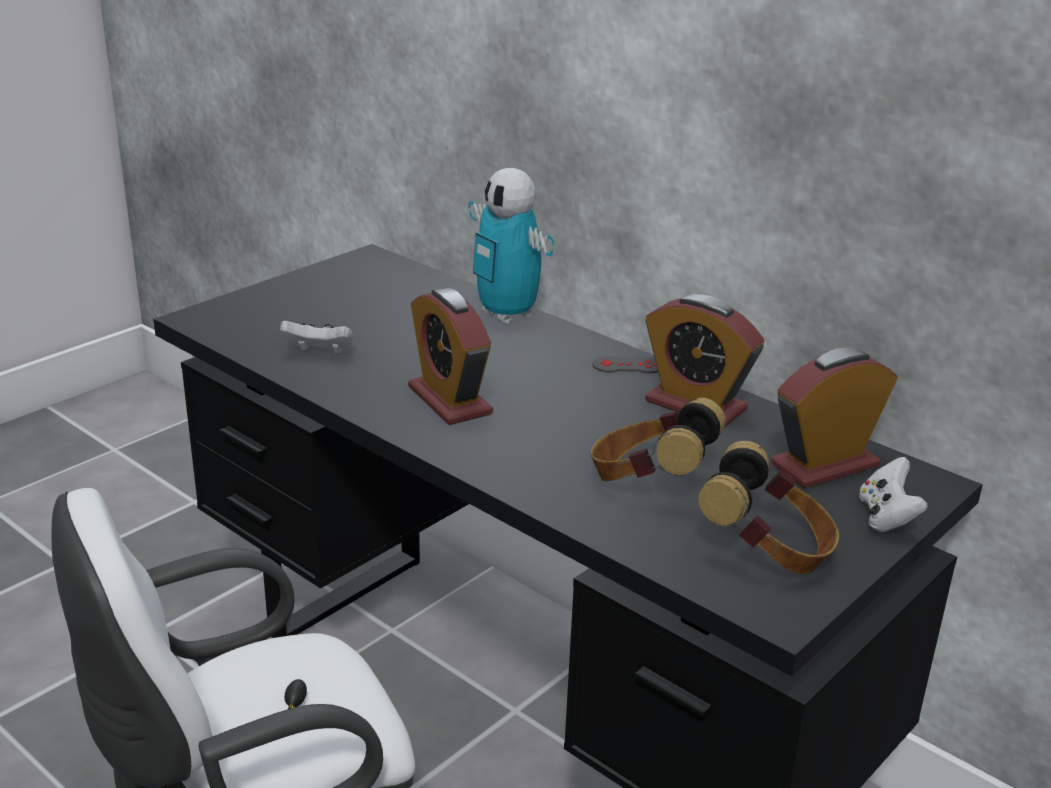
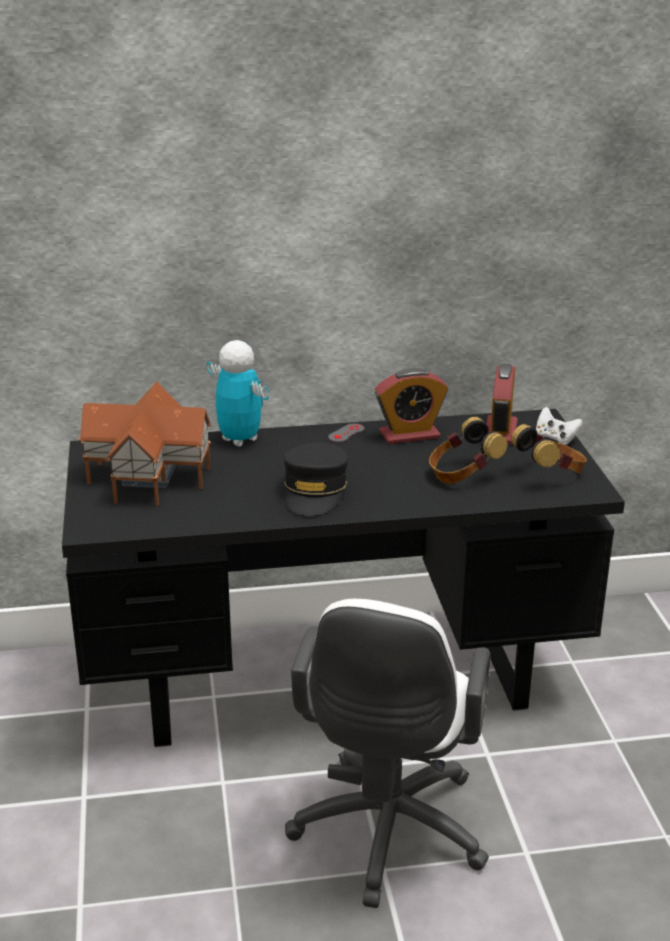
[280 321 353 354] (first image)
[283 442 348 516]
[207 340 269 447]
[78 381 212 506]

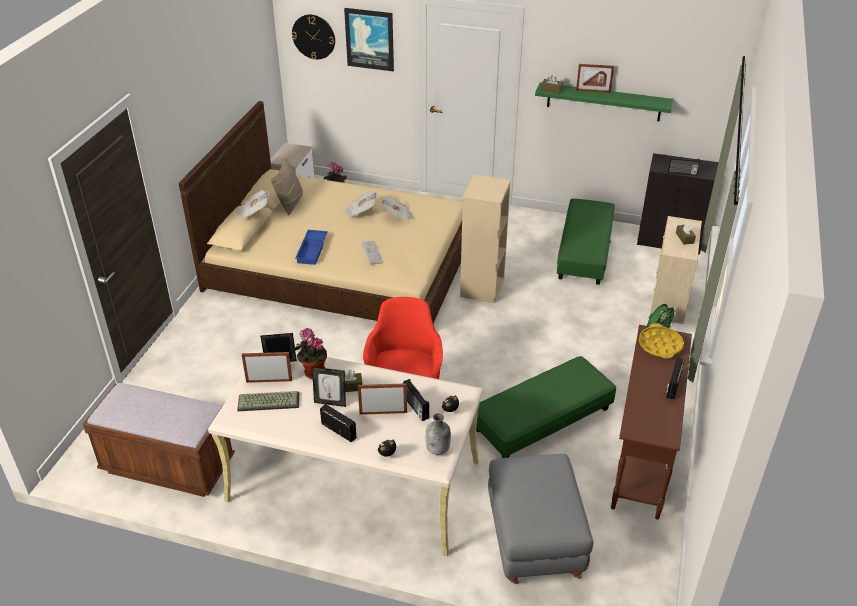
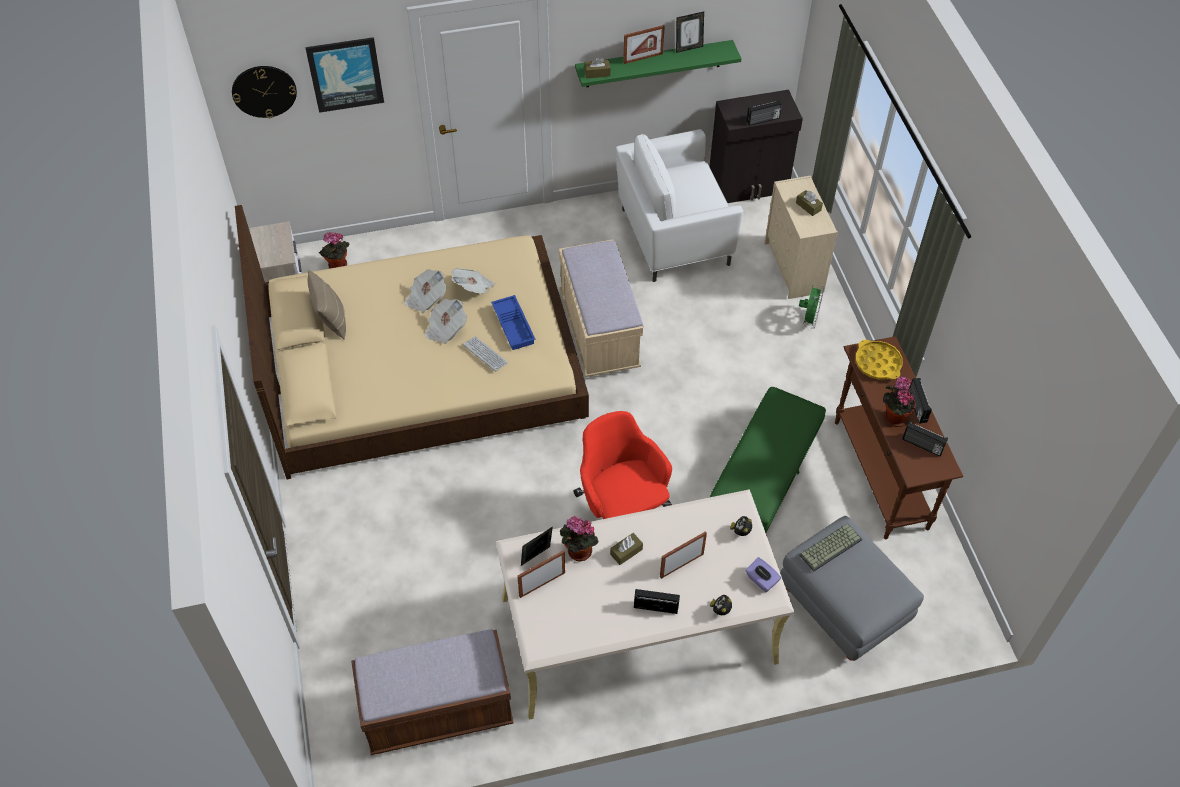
[424 299 467 344]
[799 524 863 571]
[491 295 536 350]
[676 12 704 53]
[902 421 948 456]
[746 557 781 592]
[559 240 643 377]
[616 129 743 282]
[883 376 916 427]

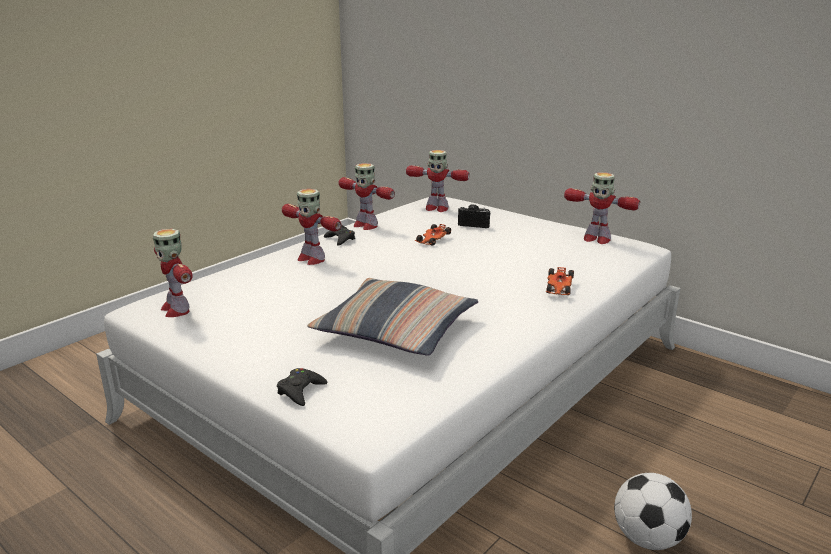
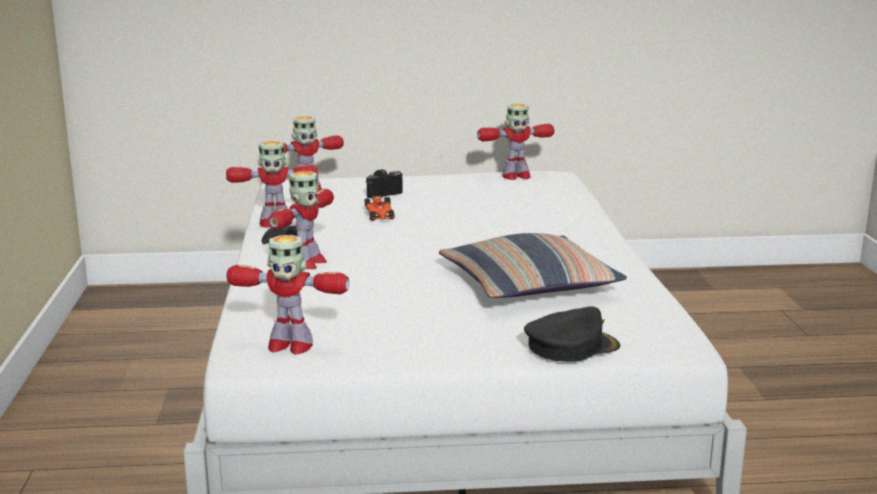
[524 306 620 362]
[269 171 334 269]
[545 267 574 295] (first image)
[614 473 692 550] (first image)

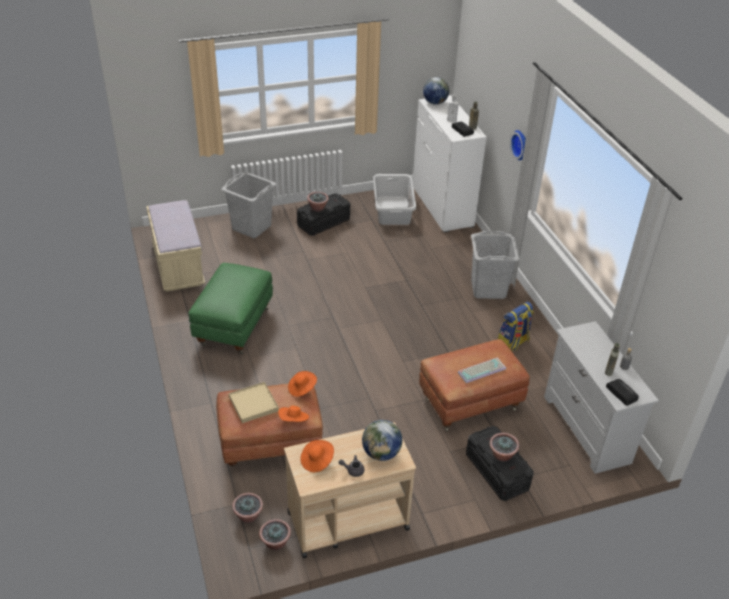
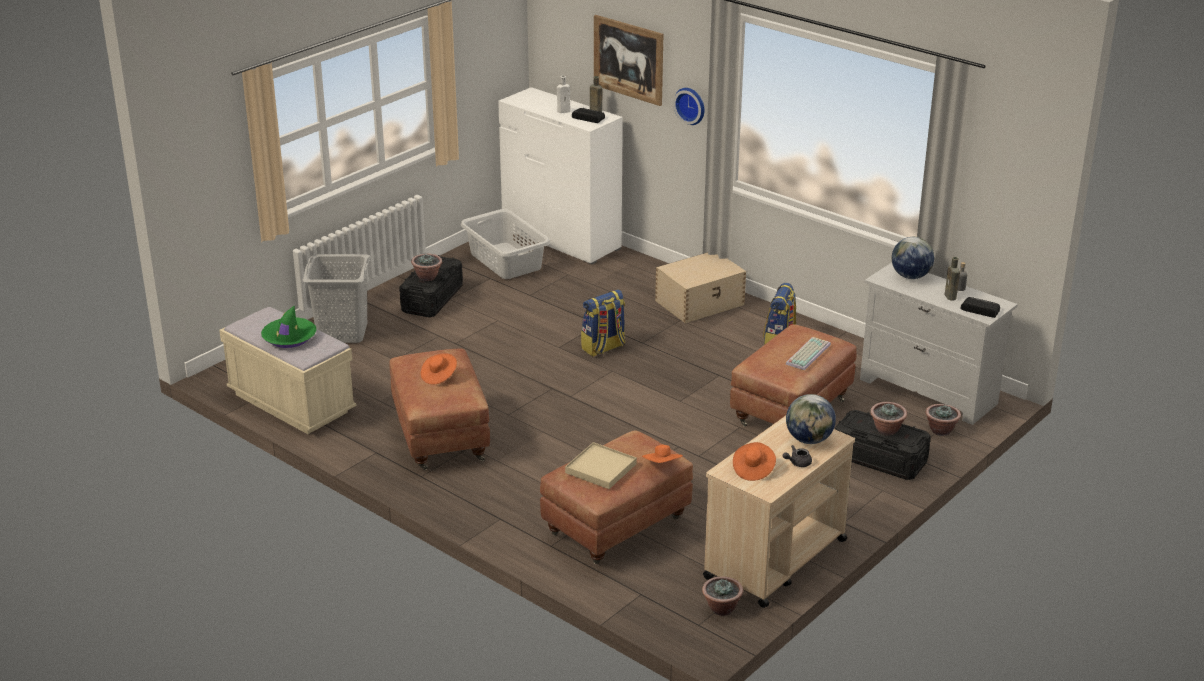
[389 348 490 470]
[926 404 961 436]
[421 353 457 384]
[892 237 934 279]
[655 252 746 323]
[261 305 317 348]
[581 289 626 357]
[594 15 663 106]

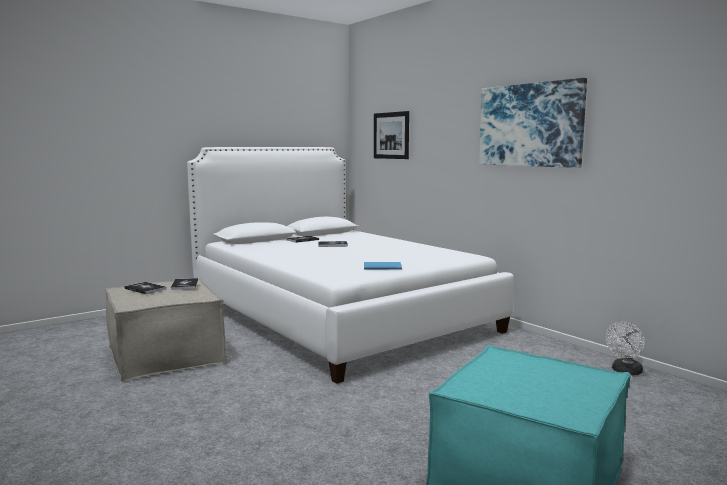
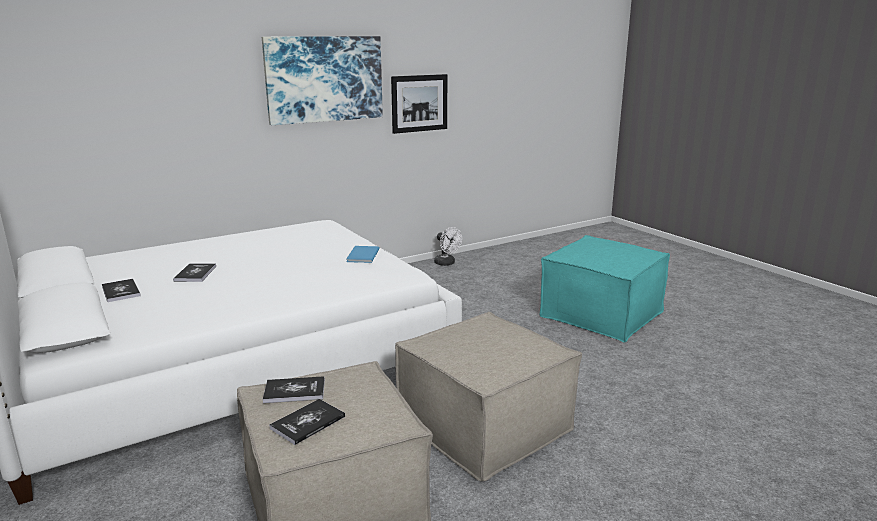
[391 74 447 134]
[395 312 582 481]

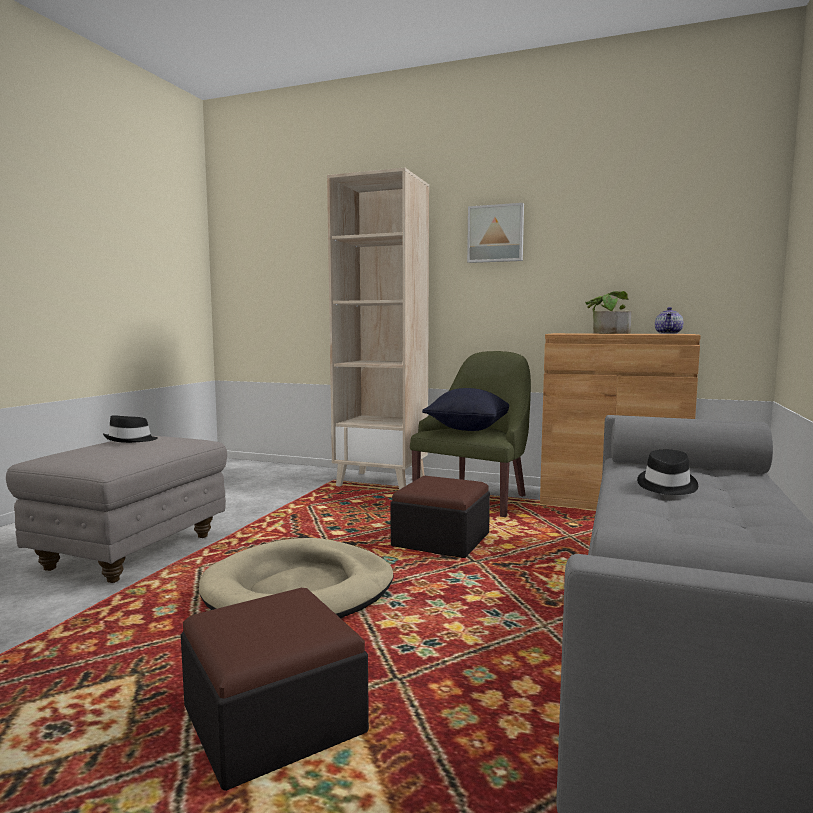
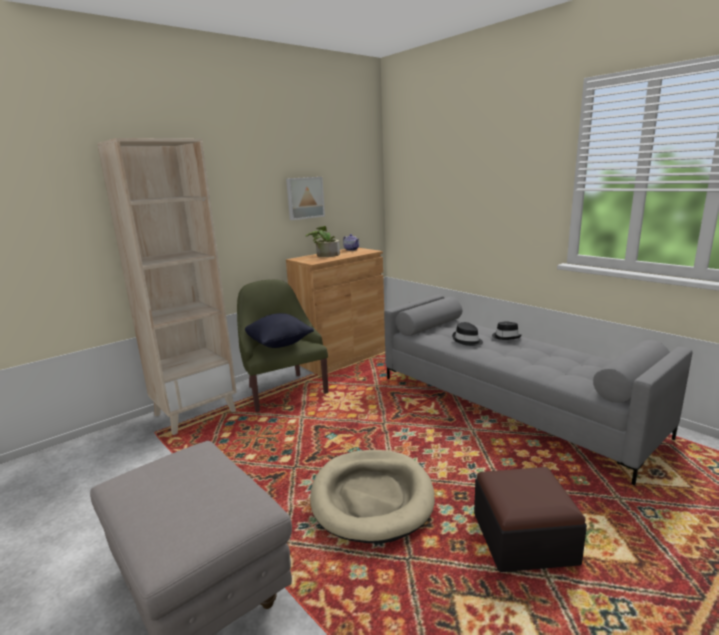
[492 321 522 340]
[391 476 490 558] (first image)
[286 177 325 220]

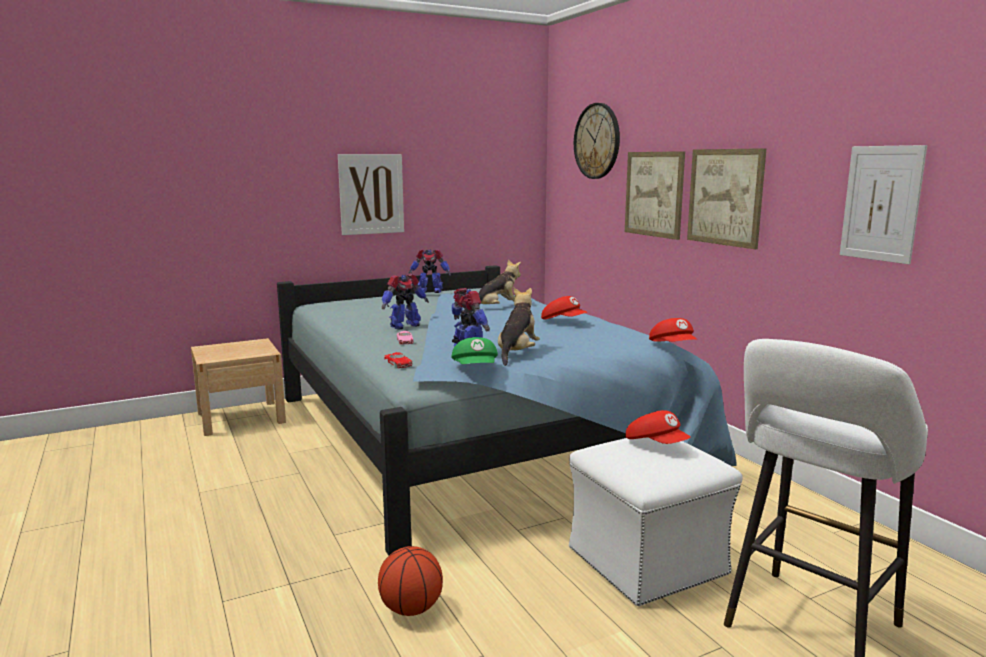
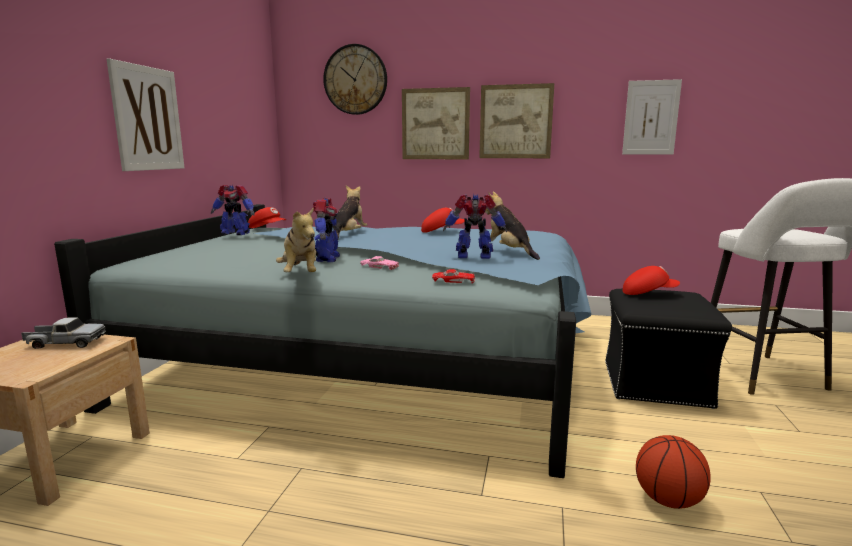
[211 185 254 235]
[451 337 498 364] (first image)
[605 289 732 409]
[248 207 287 228]
[21 317 106 349]
[276 207 316 272]

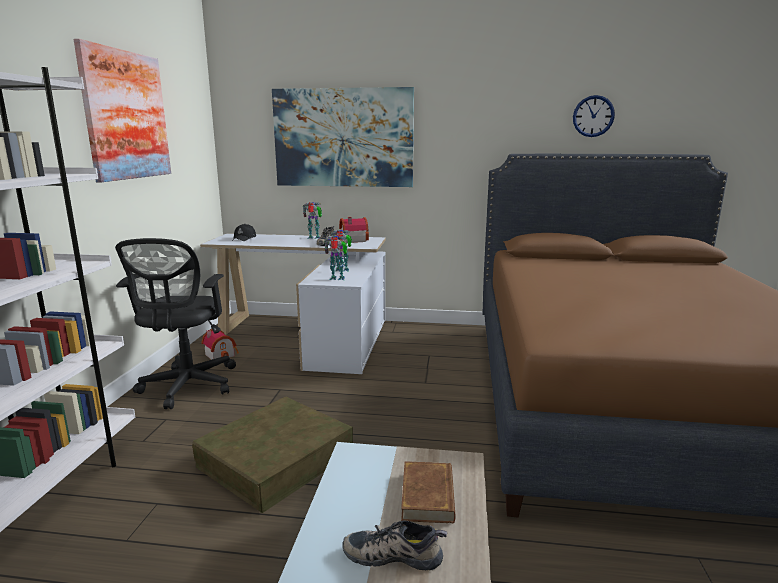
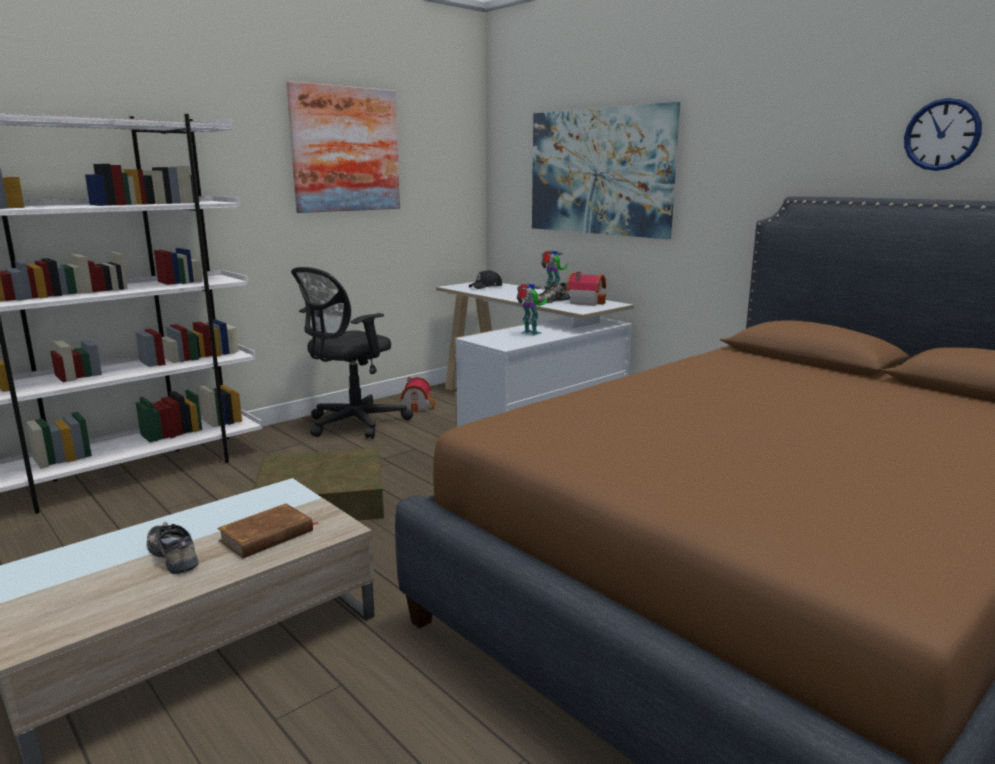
[324 236 348 280] (first image)

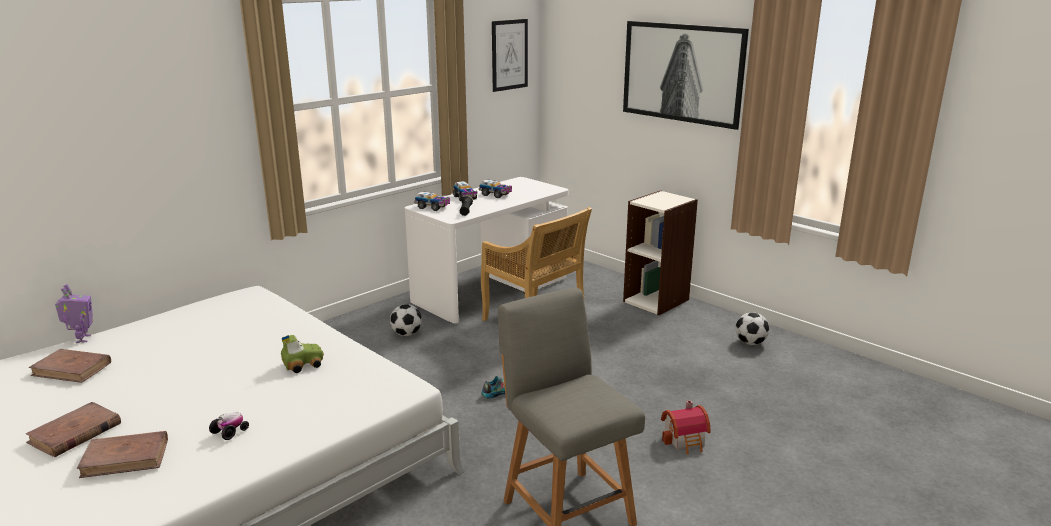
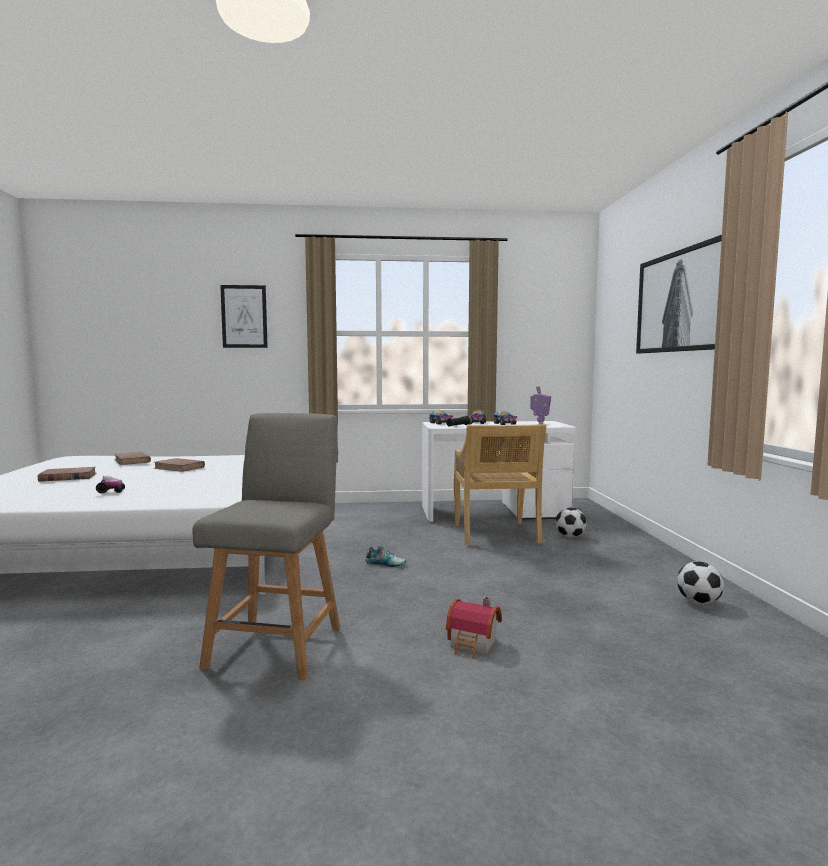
[530 386 551 424]
[154 458 205 472]
[281 335 324 373] (first image)
[555 508 587 538]
[220 285 268 348]
[623 190 698 315] (first image)

